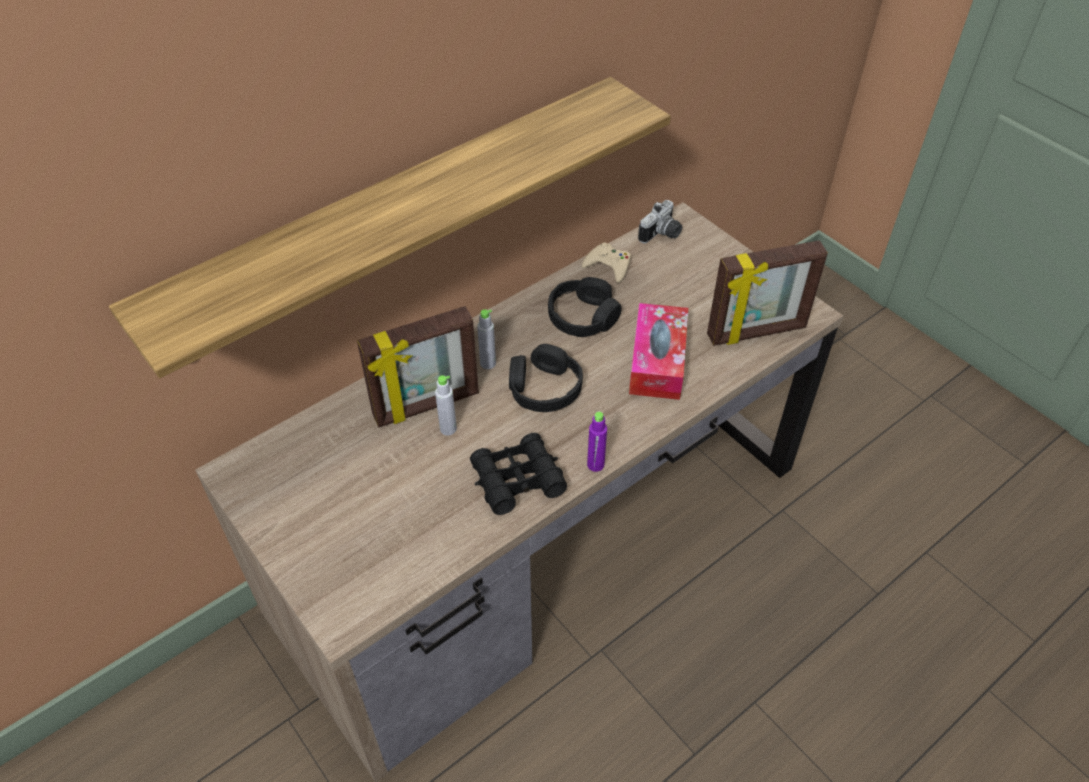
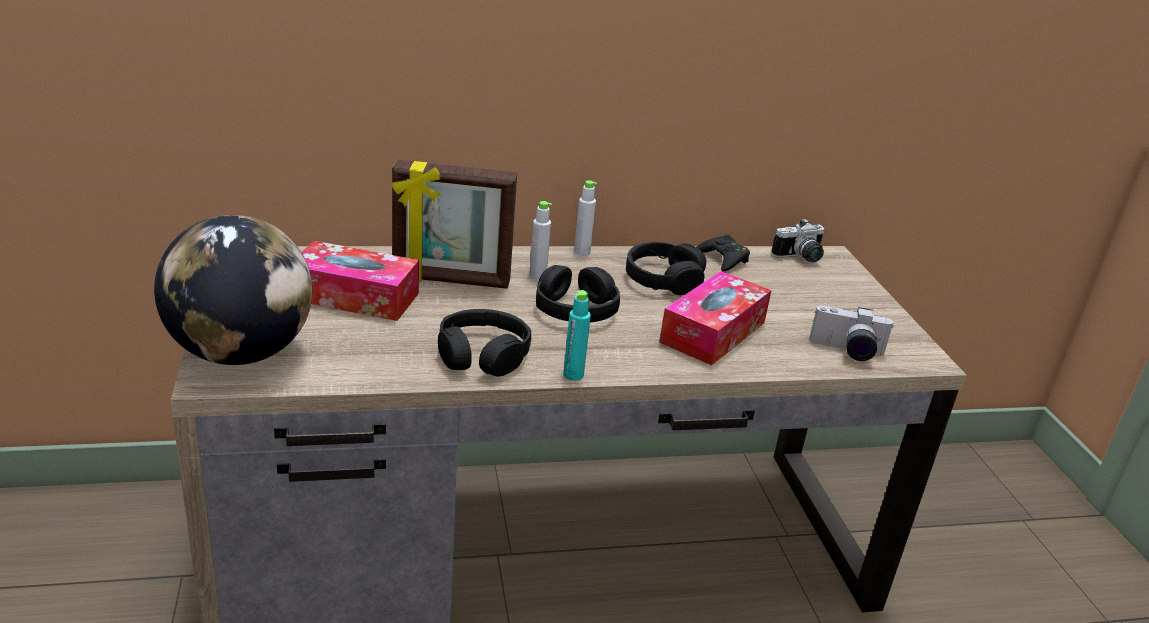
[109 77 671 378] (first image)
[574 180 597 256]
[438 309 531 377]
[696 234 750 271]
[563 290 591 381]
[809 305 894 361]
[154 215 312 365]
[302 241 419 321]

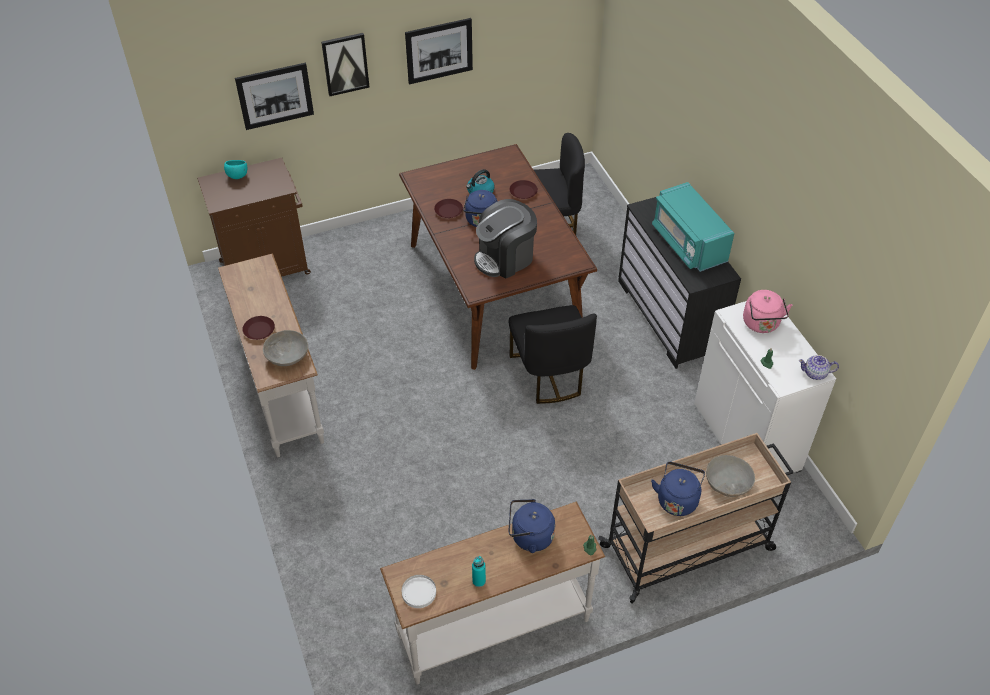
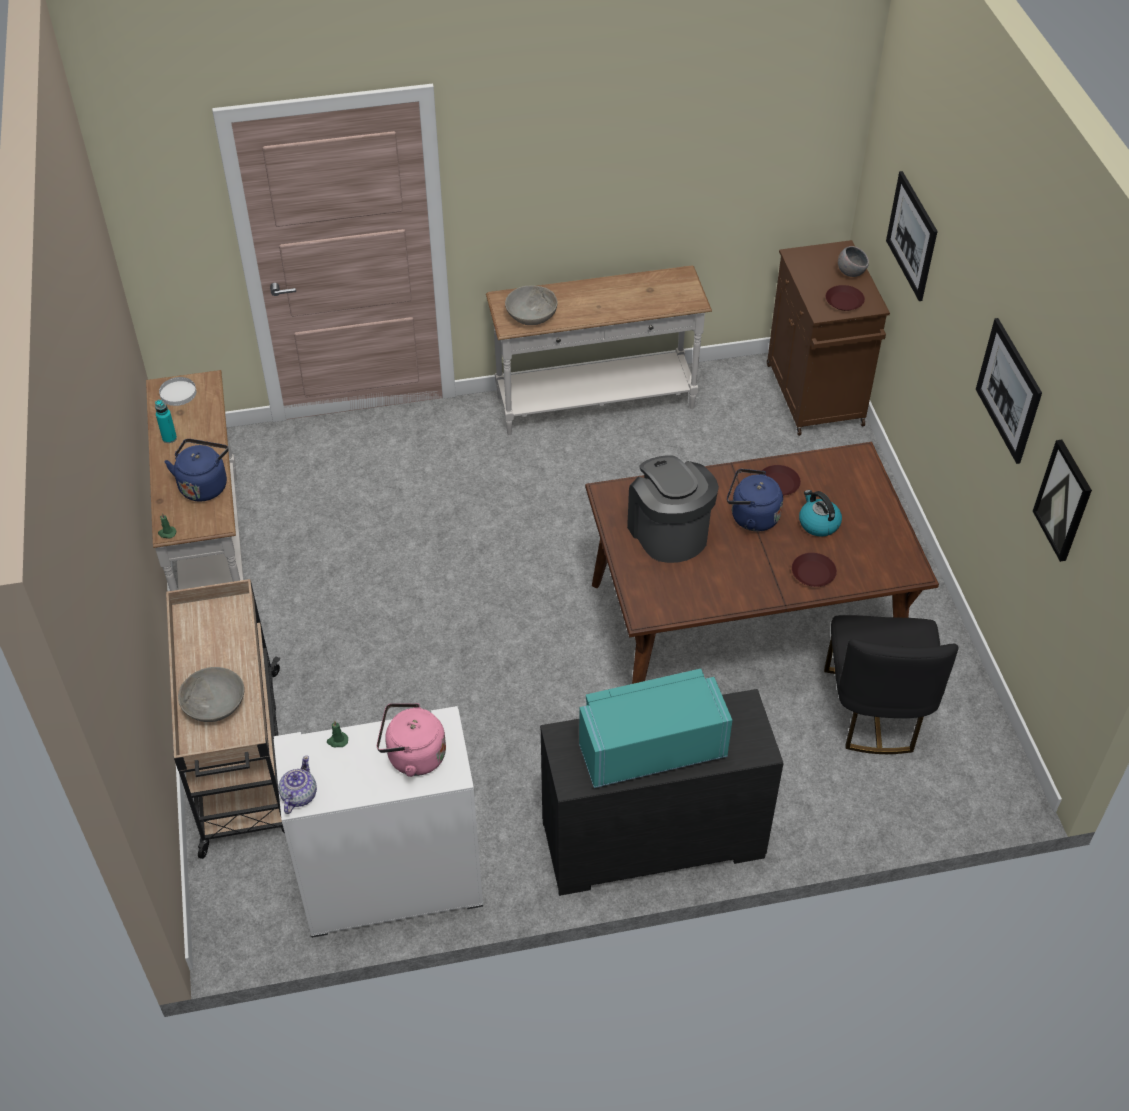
[838 246 869 277]
[826 285 865 311]
[1033 440 1092 562]
[508 305 597 404] (first image)
[651 462 705 516] (first image)

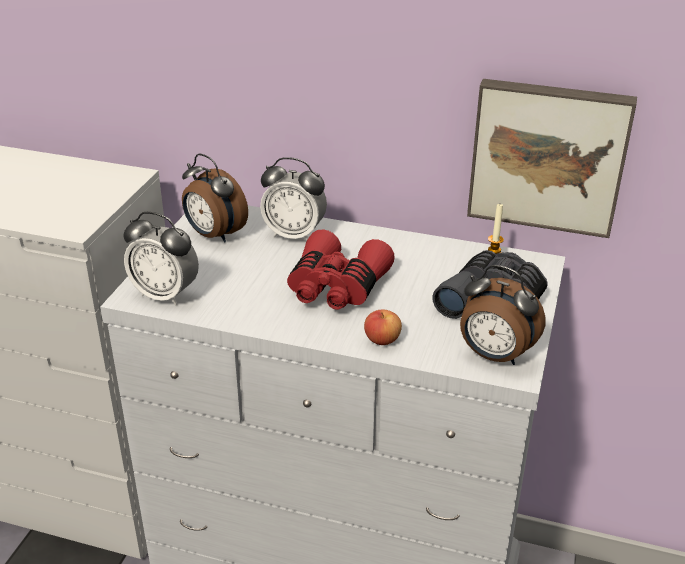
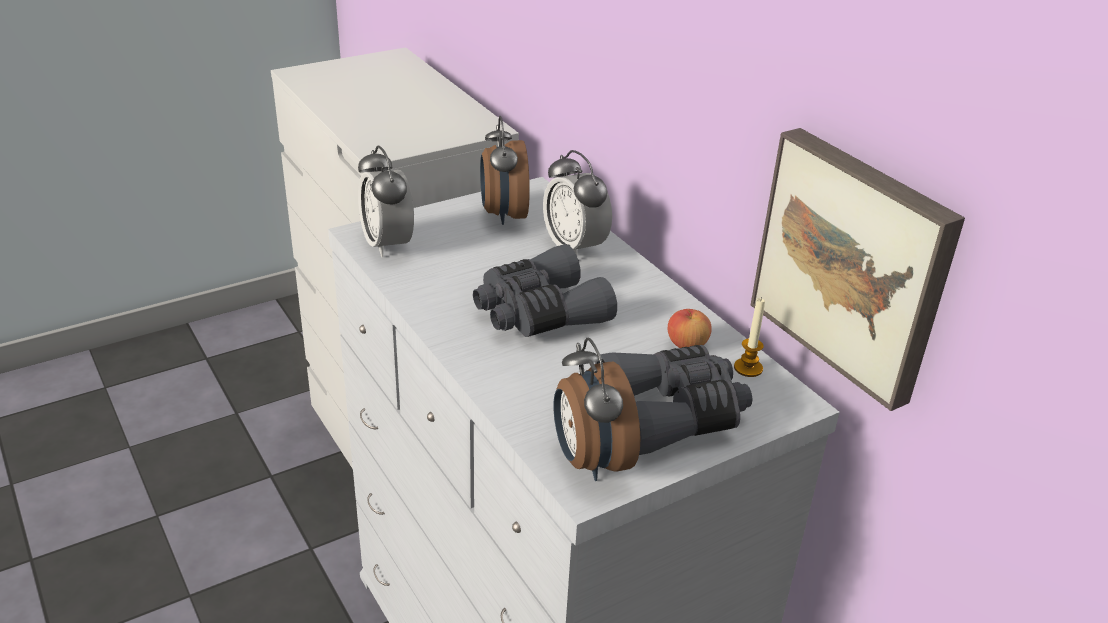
[473 244 617 337]
[668 309 712 348]

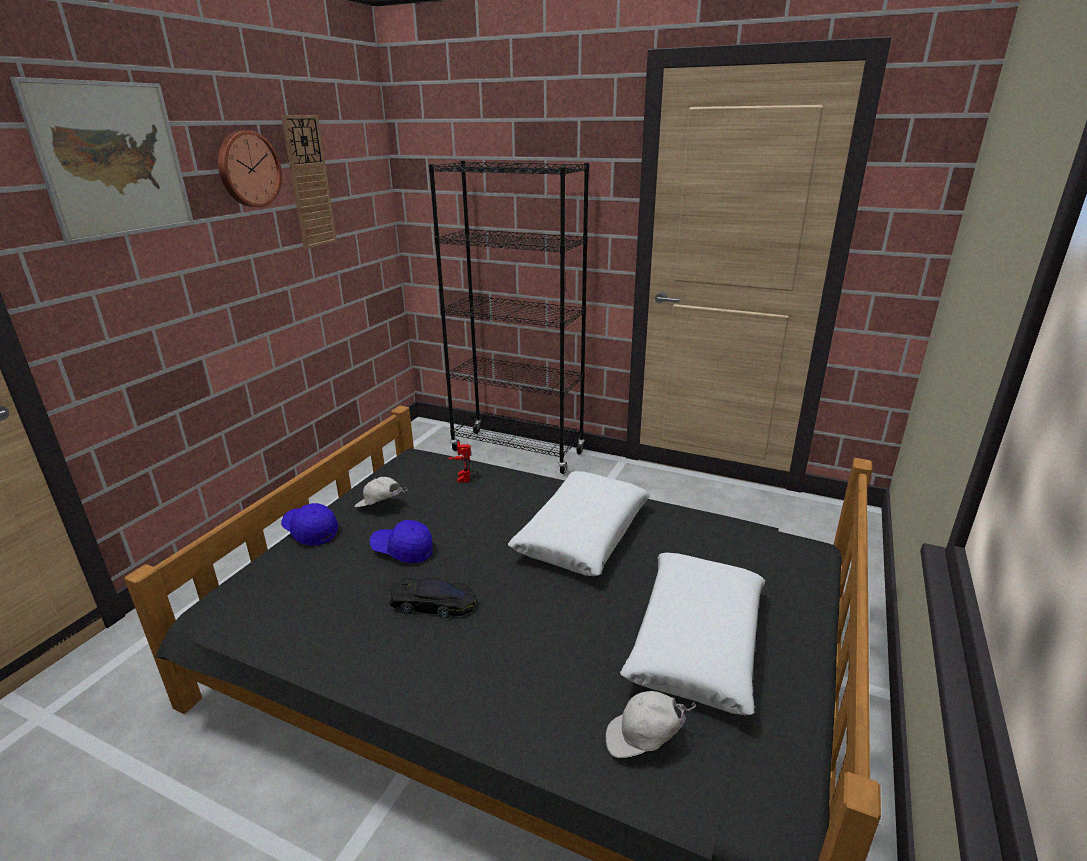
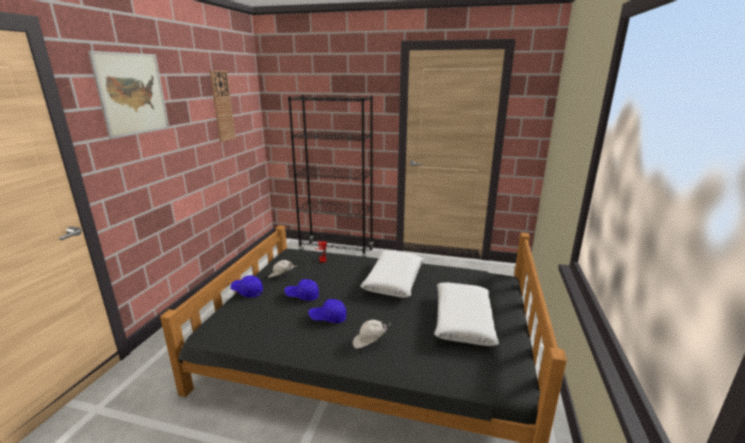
[218 130 282 207] (first image)
[308 299 346 323]
[353 320 391 349]

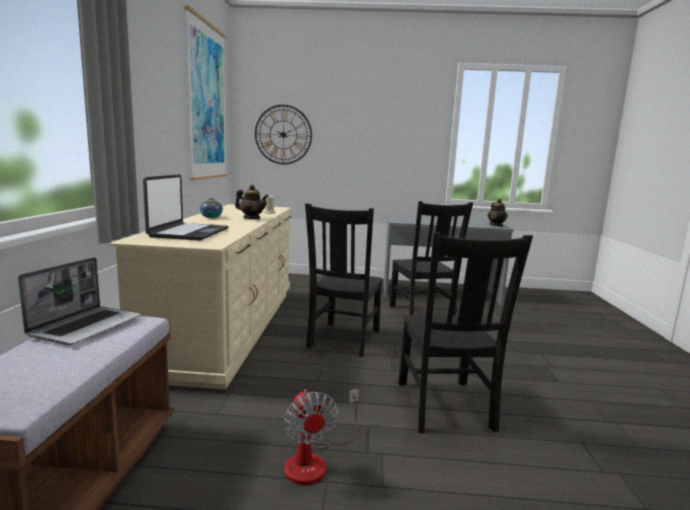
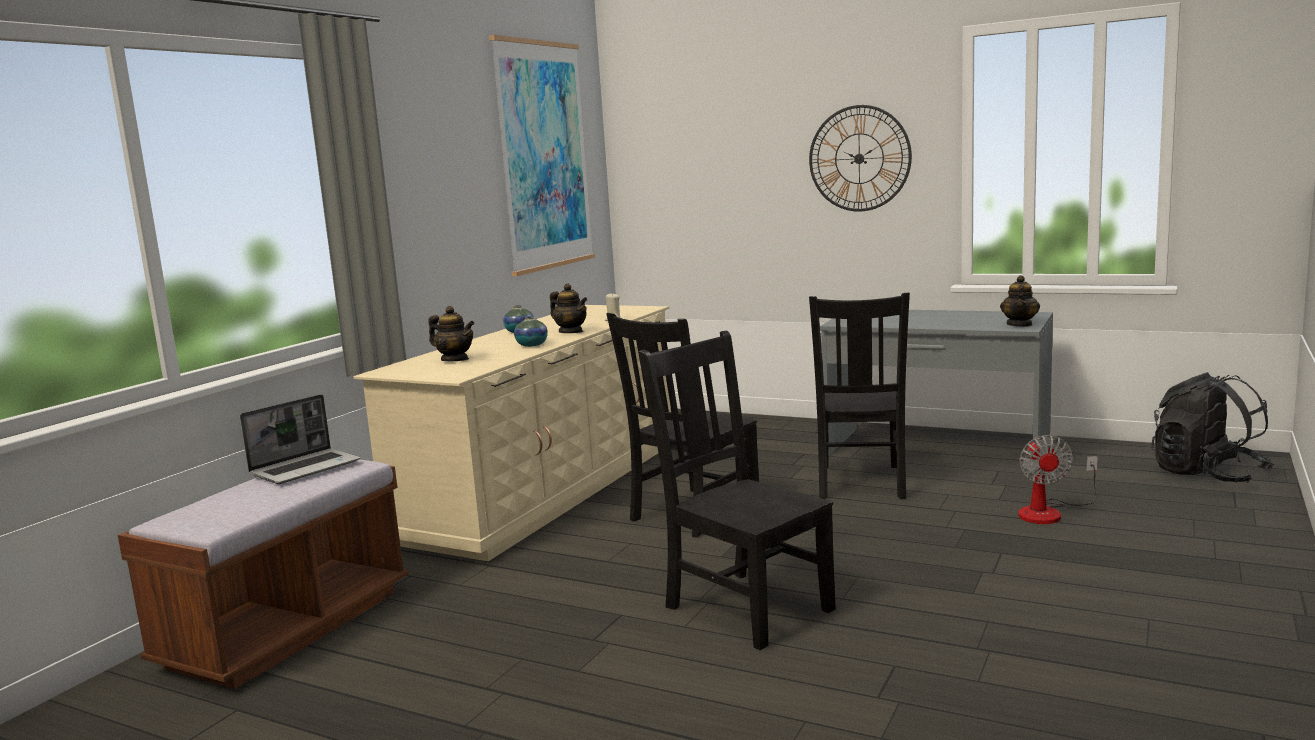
[428 306 474 361]
[809 105 912 212]
[1018 435 1098 524]
[638 331 836 650]
[514 316 548 347]
[1151 372 1275 483]

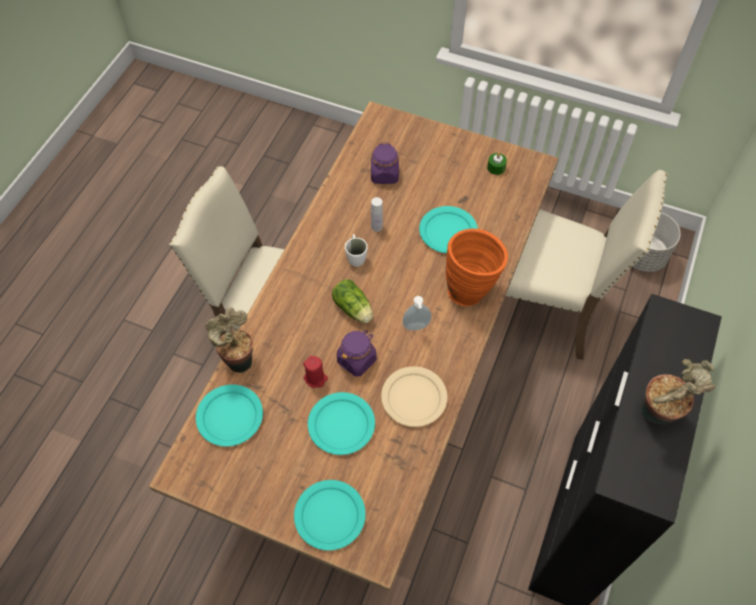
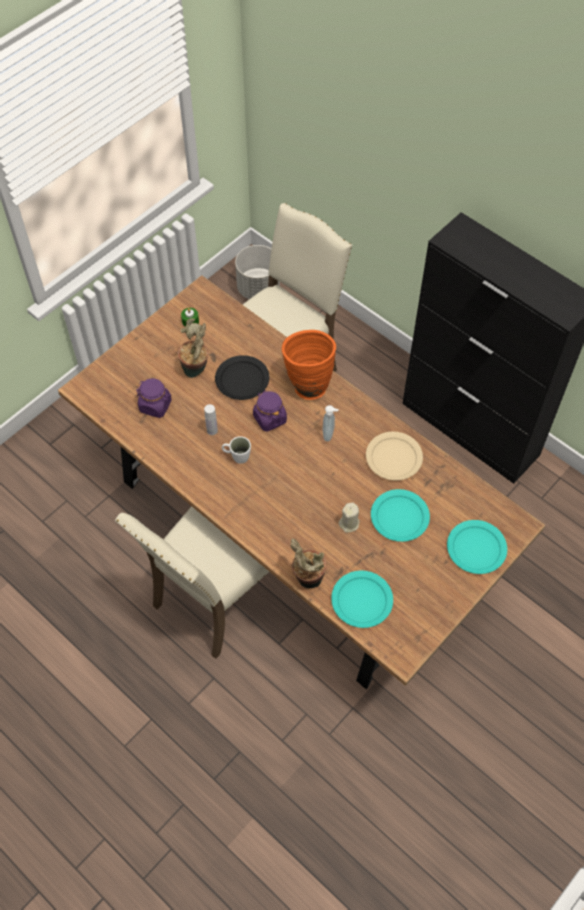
[339 502 360 533]
[332 279 373 323] (first image)
[253 390 287 432]
[215 355 270 400]
[178 318 208 378]

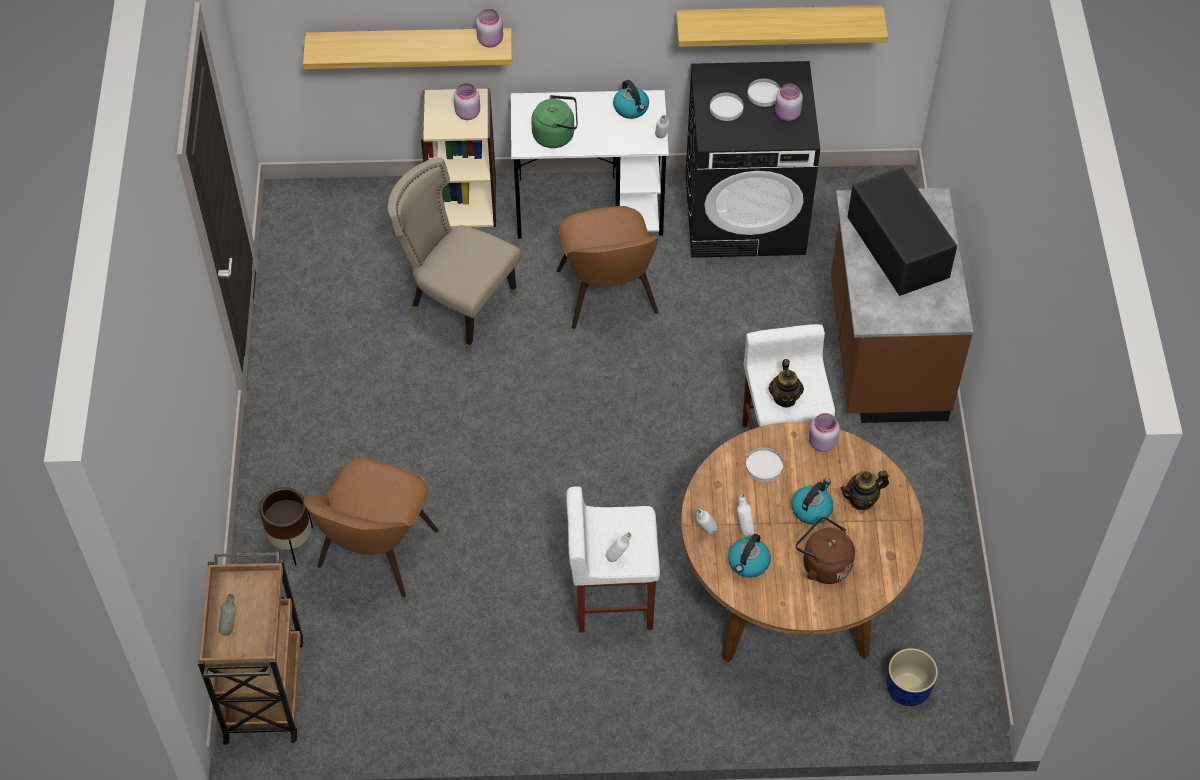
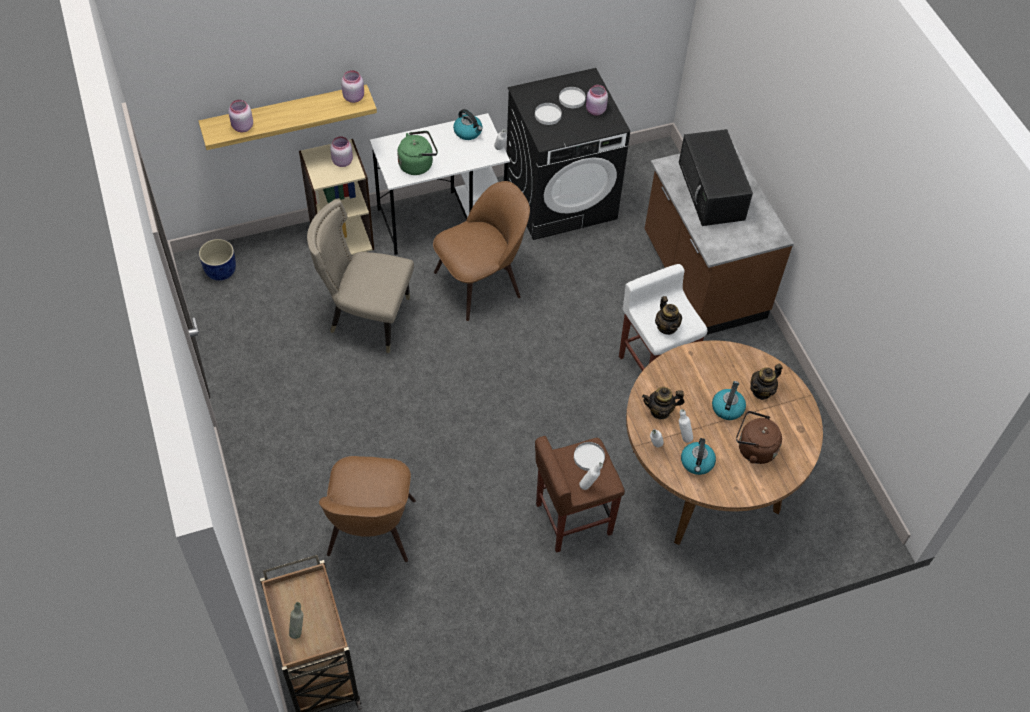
[259 487 313 565] (first image)
[433 181 530 321]
[535 436 625 553]
[676 6 888 47] (first image)
[574 442 605 471]
[228 100 253 132]
[679 129 753 226]
[199 239 236 281]
[642 387 685 419]

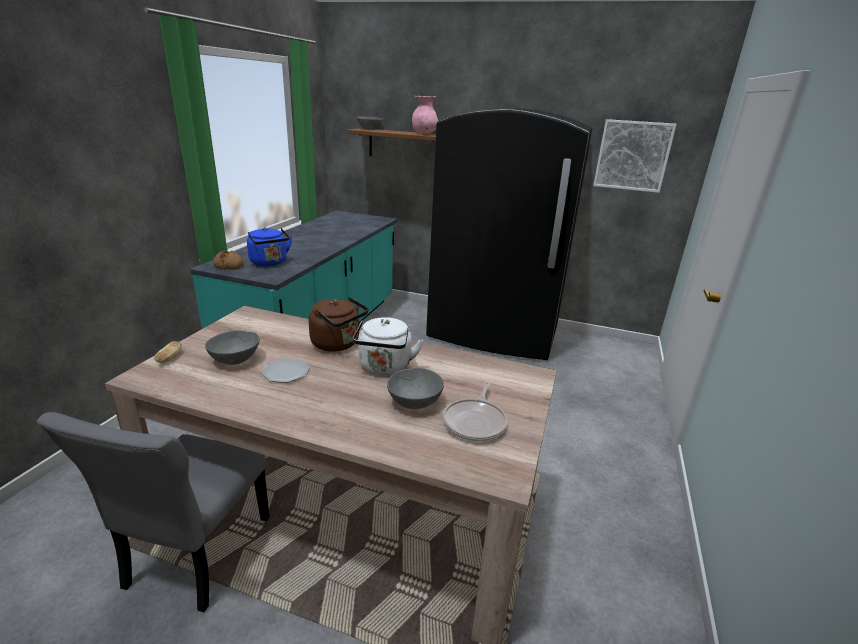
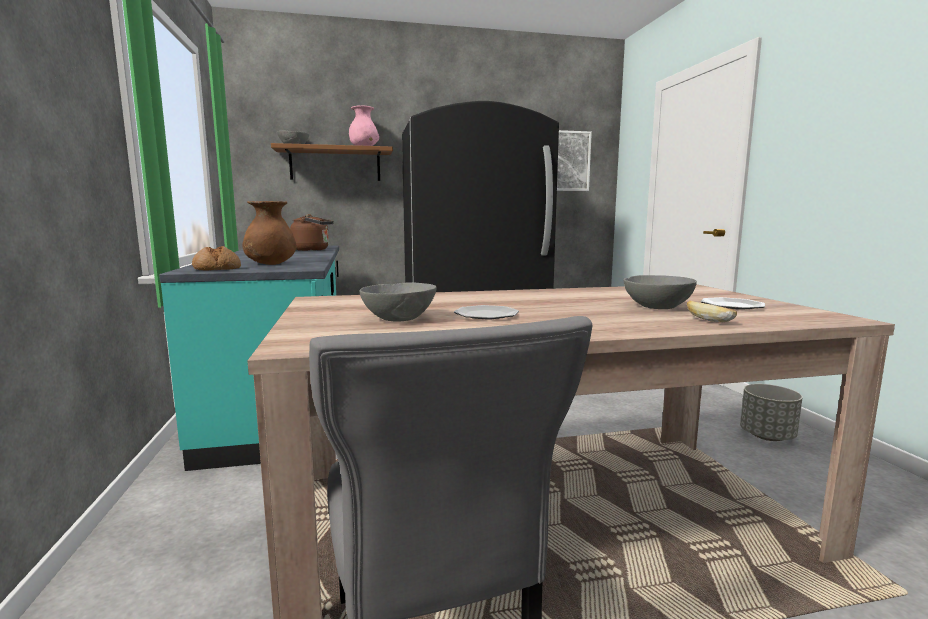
[687 300 737 323]
[242 201 297 265]
[290 214 334 251]
[353 317 423 375] (first image)
[701 297 765 310]
[740 384 803 441]

